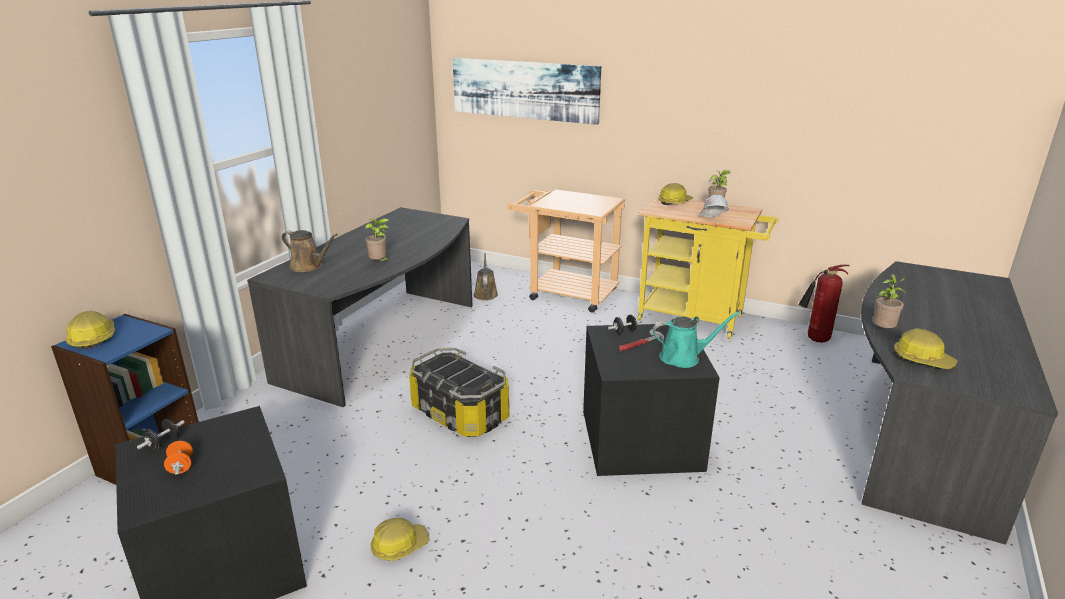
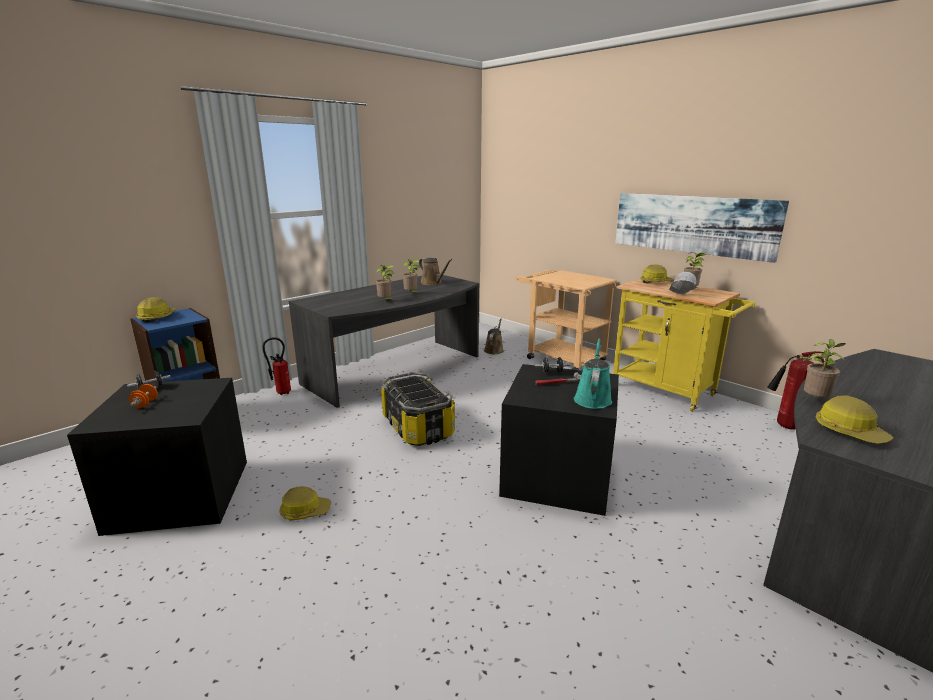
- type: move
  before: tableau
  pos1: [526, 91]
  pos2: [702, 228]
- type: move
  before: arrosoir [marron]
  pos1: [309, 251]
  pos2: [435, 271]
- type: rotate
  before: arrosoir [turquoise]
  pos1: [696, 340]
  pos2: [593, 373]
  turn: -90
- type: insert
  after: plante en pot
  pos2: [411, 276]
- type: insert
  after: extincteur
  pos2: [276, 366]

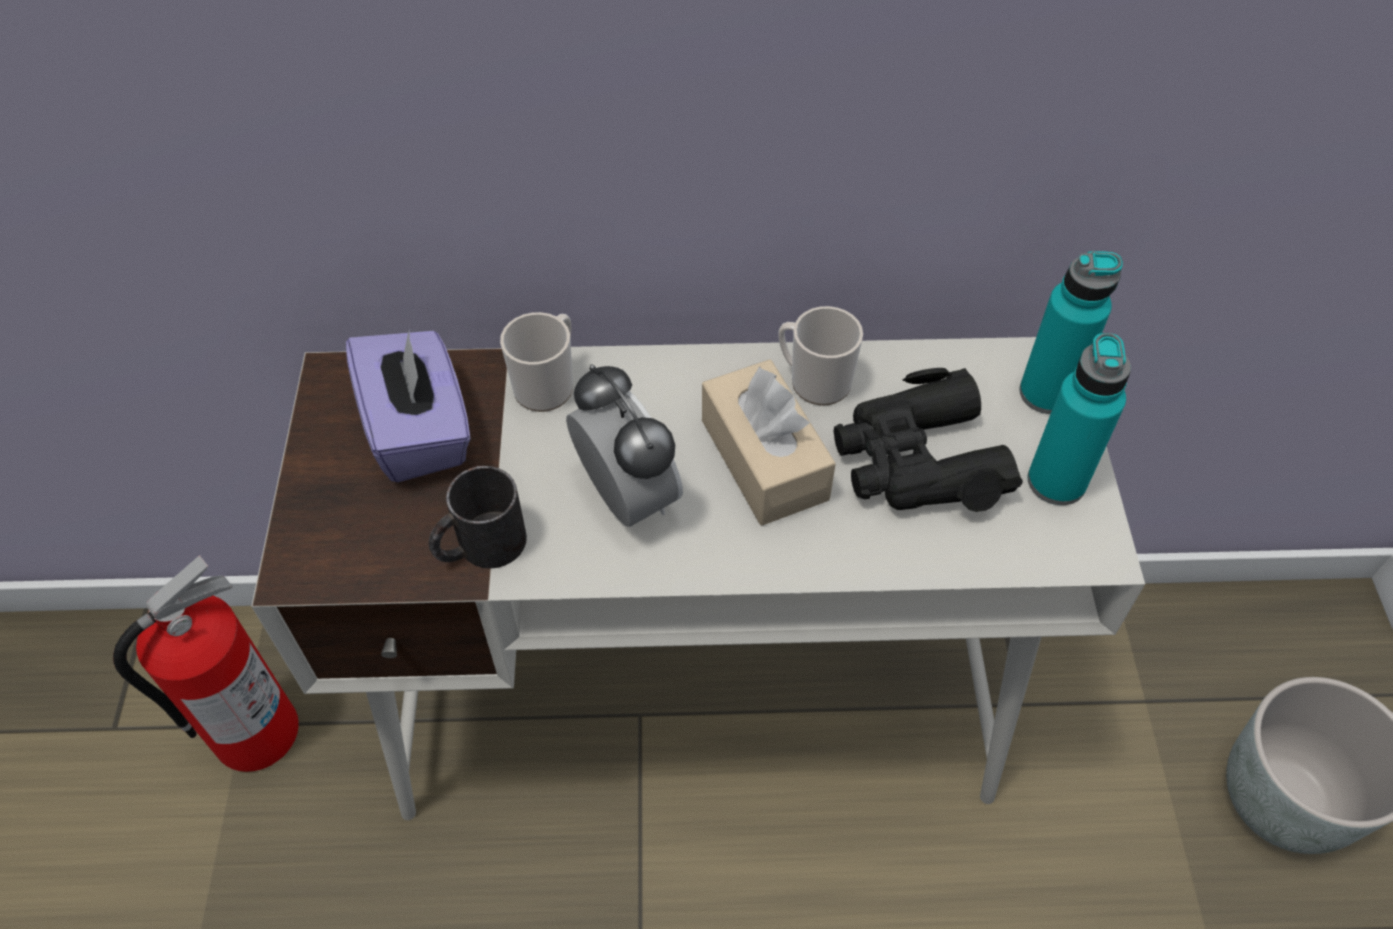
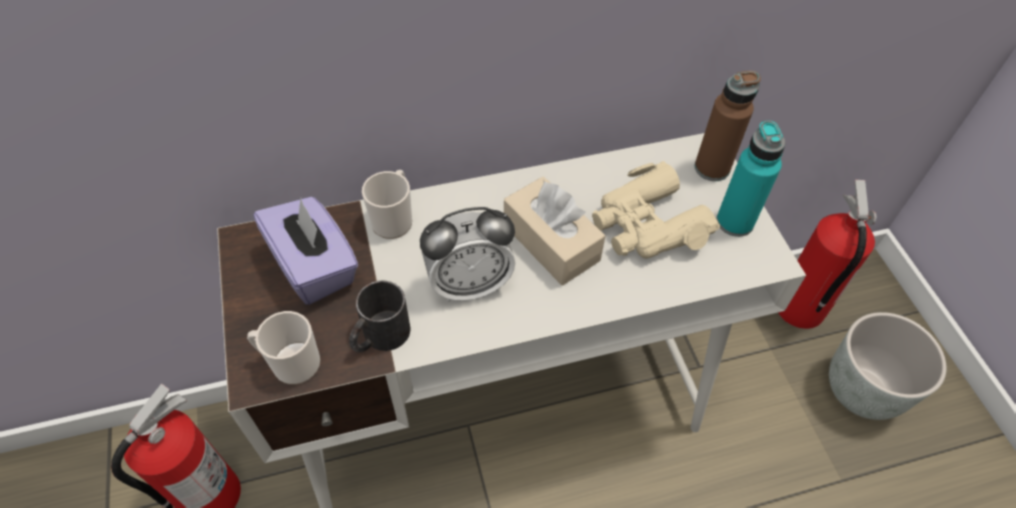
- type: recolor
  before: bouteille [turquoise]
  after: bouteille [marron]
  pos1: [1071, 332]
  pos2: [728, 126]
- type: move
  before: mug
  pos1: [821, 355]
  pos2: [284, 348]
- type: rotate
  before: réveil
  pos1: [624, 445]
  pos2: [467, 254]
  turn: 120
- type: recolor
  before: jumelles [noir]
  after: jumelles [beige]
  pos1: [928, 440]
  pos2: [656, 210]
- type: insert
  after: extincteur
  pos2: [827, 254]

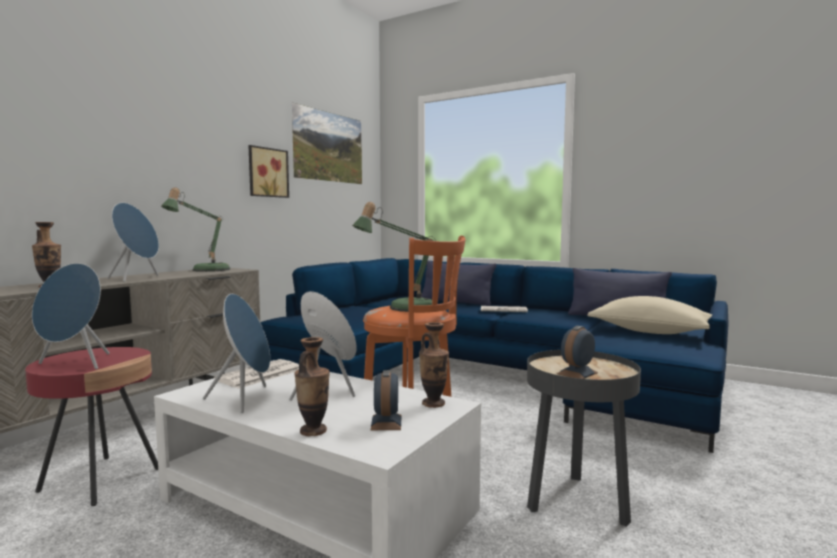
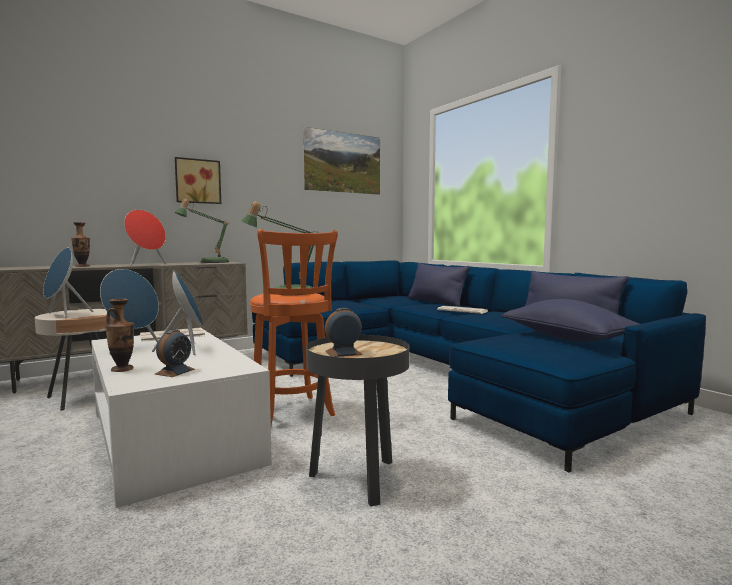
- type: move
  before: tableau
  pos1: [268, 171]
  pos2: [198, 180]
- type: recolor
  before: enceinte [bleu]
  after: enceinte [rouge]
  pos1: [133, 242]
  pos2: [145, 238]
- type: recolor
  before: coussin [beige]
  after: coussin [bleu]
  pos1: [649, 315]
  pos2: [570, 320]
- type: delete
  before: vase
  pos1: [434, 365]
- type: recolor
  before: table d'appoint [rouge]
  after: table d'appoint [beige]
  pos1: [91, 426]
  pos2: [74, 360]

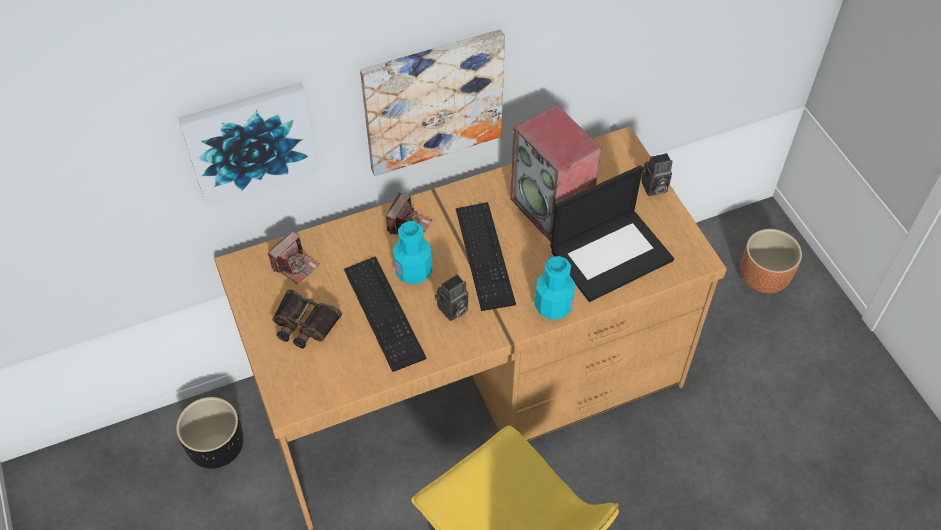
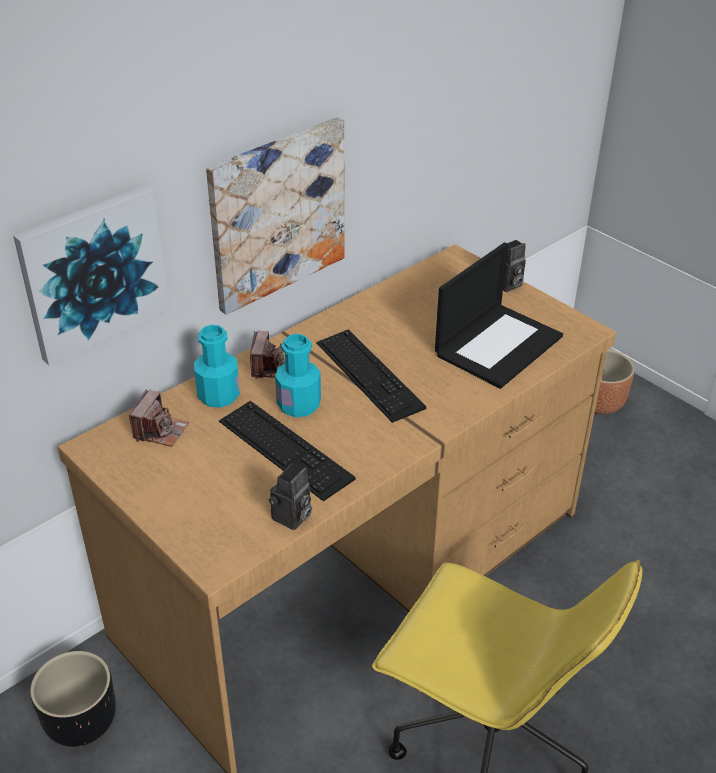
- type: delete
  before: enceinte
  pos1: [555, 173]
- type: move
  before: bouteille [turquoise]
  pos1: [554, 287]
  pos2: [217, 366]
- type: move
  before: appareil photo
  pos1: [451, 297]
  pos2: [290, 496]
- type: delete
  before: jumelles
  pos1: [307, 318]

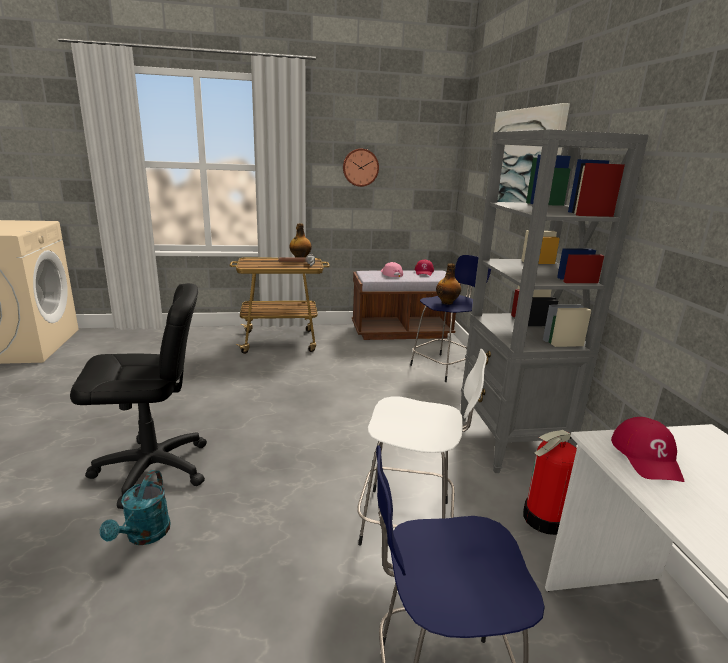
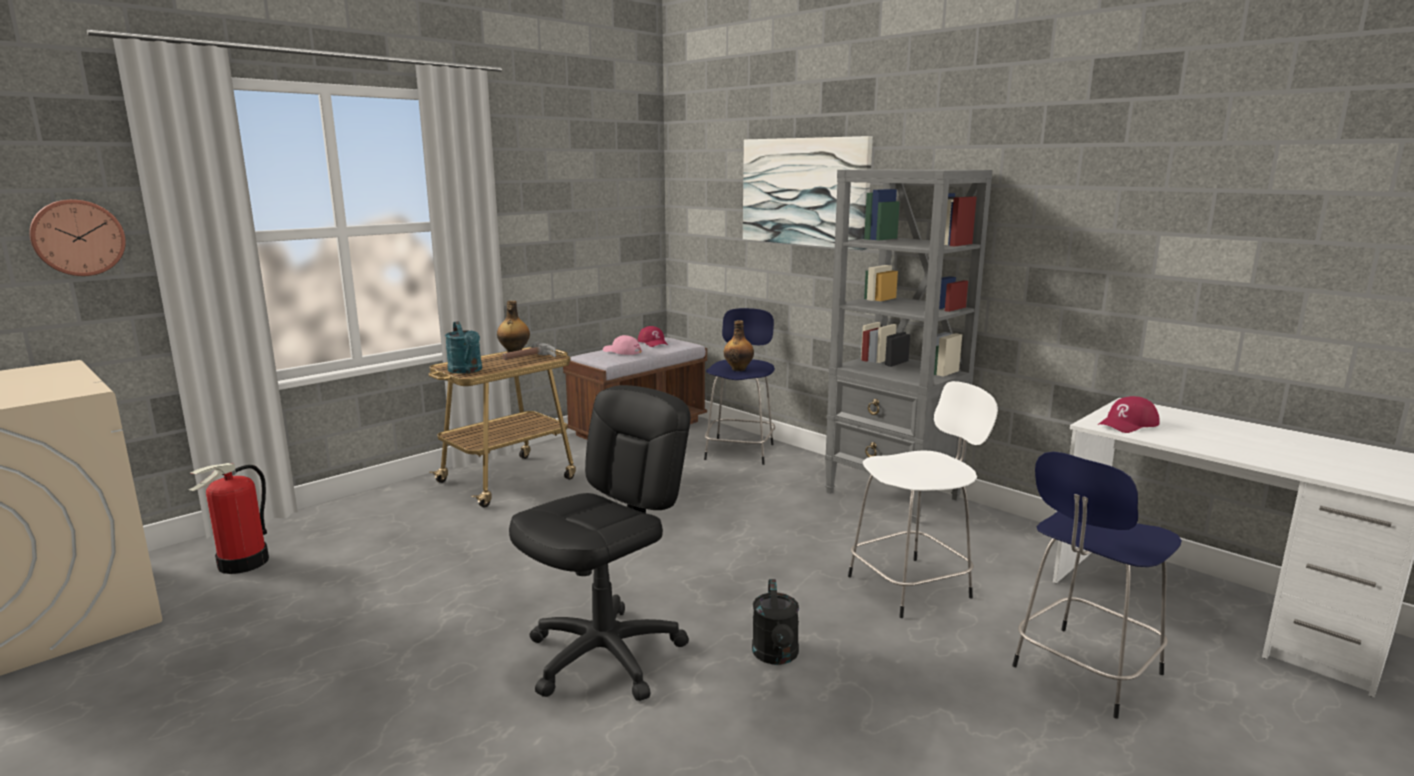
- type: move
  before: horloge murale
  pos1: [361, 167]
  pos2: [77, 237]
- type: rotate
  before: casquette [rouge]
  pos1: [647, 449]
  pos2: [1128, 414]
  turn: 90
- type: move
  before: extincteur
  pos1: [550, 482]
  pos2: [229, 518]
- type: move
  before: arrosoir [turquoise]
  pos1: [135, 507]
  pos2: [463, 347]
- type: insert
  after: arrosoir [noir]
  pos2: [775, 622]

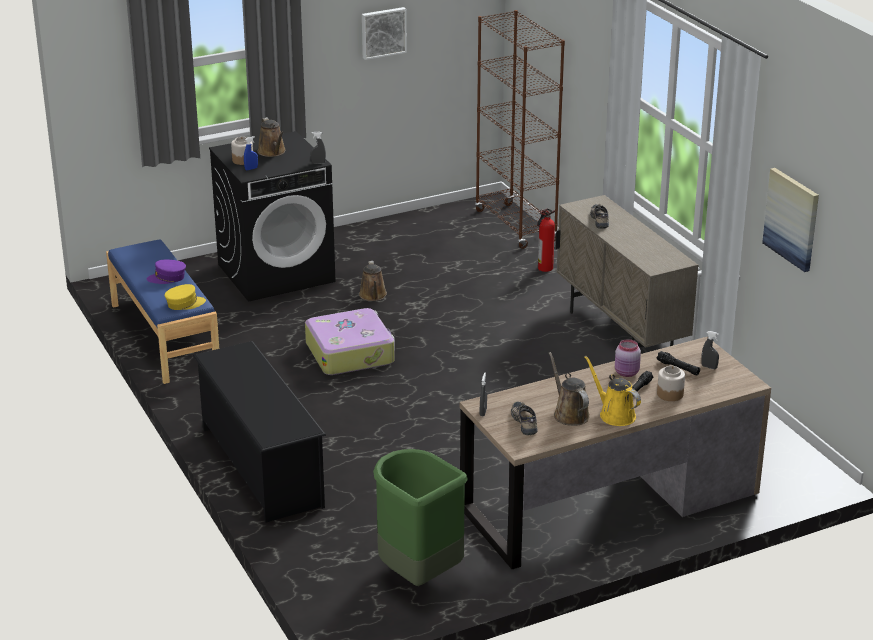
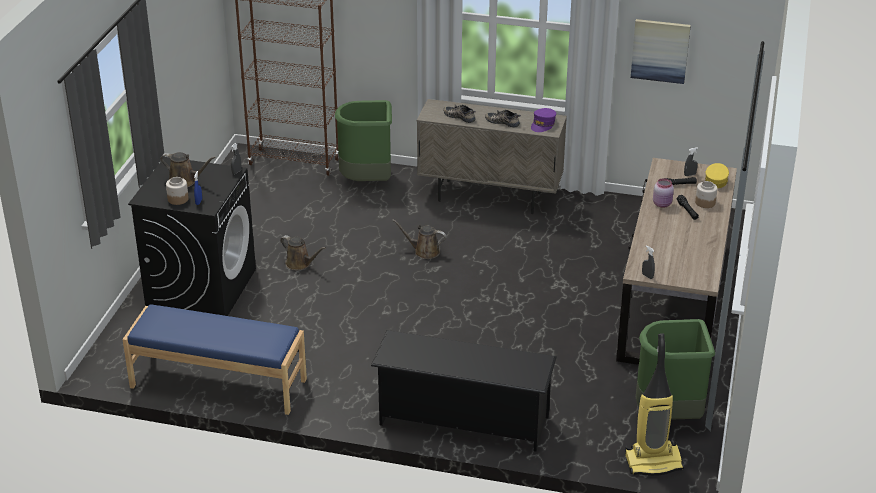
- type: delete
  before: tableau
  pos1: [384, 33]
- type: replace
  before: extincteur
  after: poubelle [vert]
  pos1: [546, 240]
  pos2: [363, 140]
- type: move
  before: casquette [violet]
  pos1: [166, 272]
  pos2: [543, 120]
- type: move
  before: casquette [jaune]
  pos1: [185, 297]
  pos2: [717, 175]
- type: delete
  before: valise
  pos1: [350, 341]
- type: move
  before: arrosoir [marron]
  pos1: [569, 389]
  pos2: [419, 239]
- type: delete
  before: arrosoir [jaune]
  pos1: [612, 391]
- type: move
  before: chaussure
  pos1: [524, 418]
  pos2: [503, 119]
- type: insert
  after: aspirateur
  pos2: [654, 404]

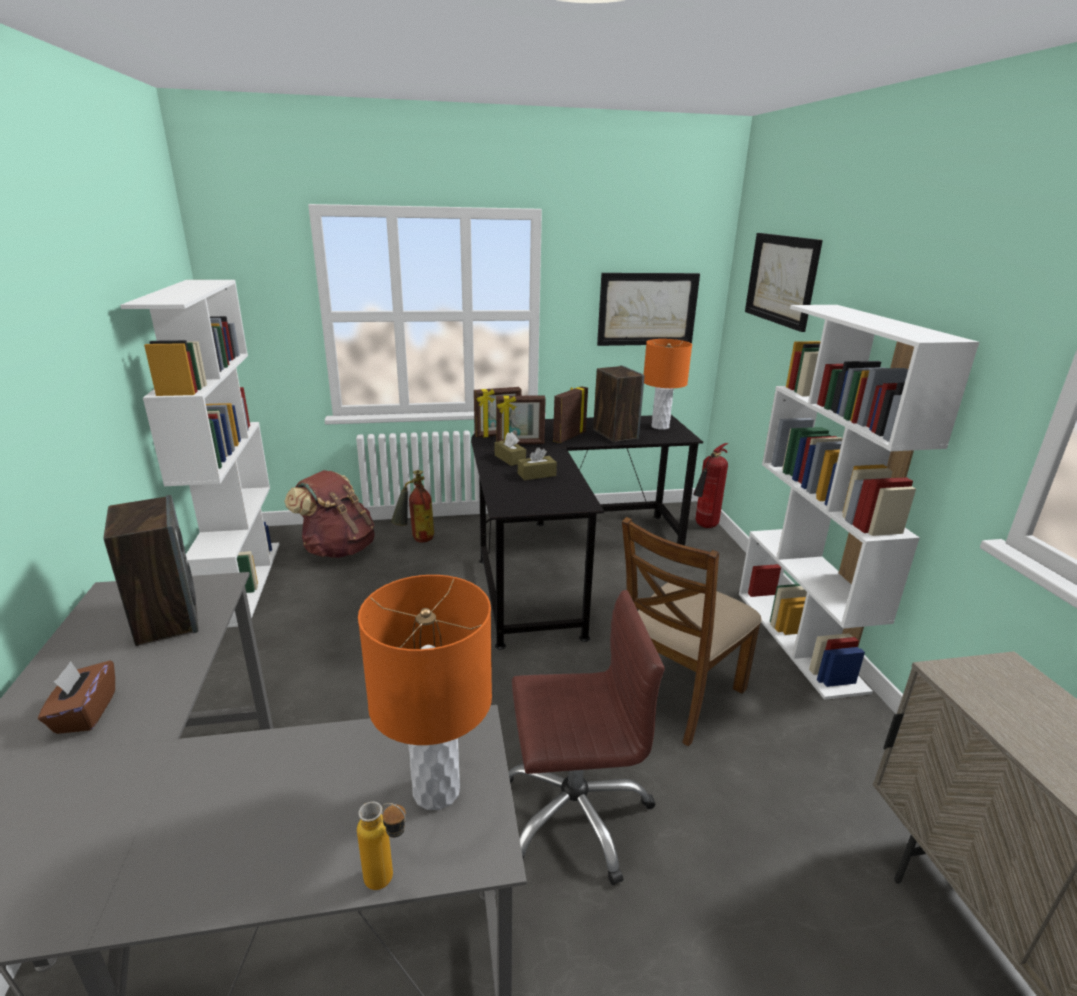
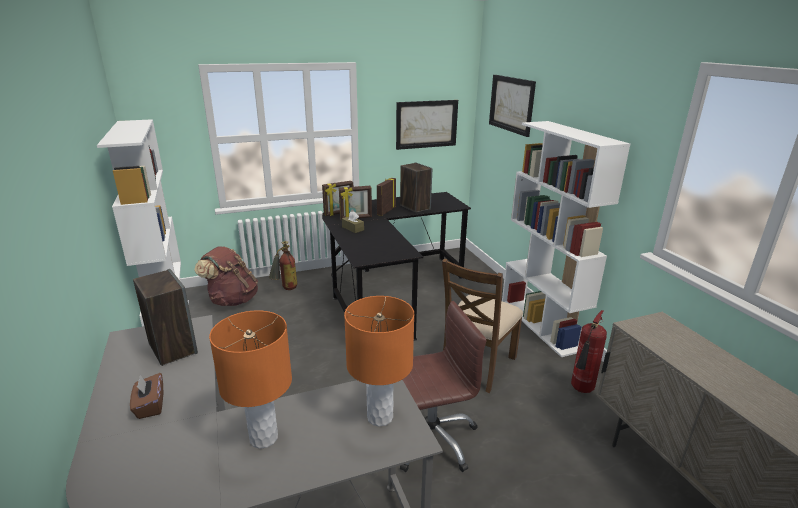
- type: move
  before: lampe de table [orange]
  pos1: [668, 384]
  pos2: [250, 379]
- type: move
  before: extincteur
  pos1: [710, 485]
  pos2: [589, 351]
- type: delete
  before: boîte à mouchoirs [marron]
  pos1: [537, 463]
- type: delete
  before: bouteille
  pos1: [381, 845]

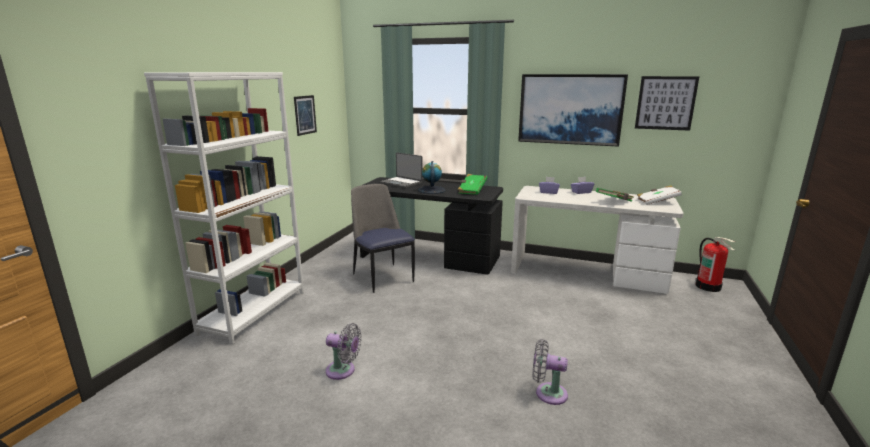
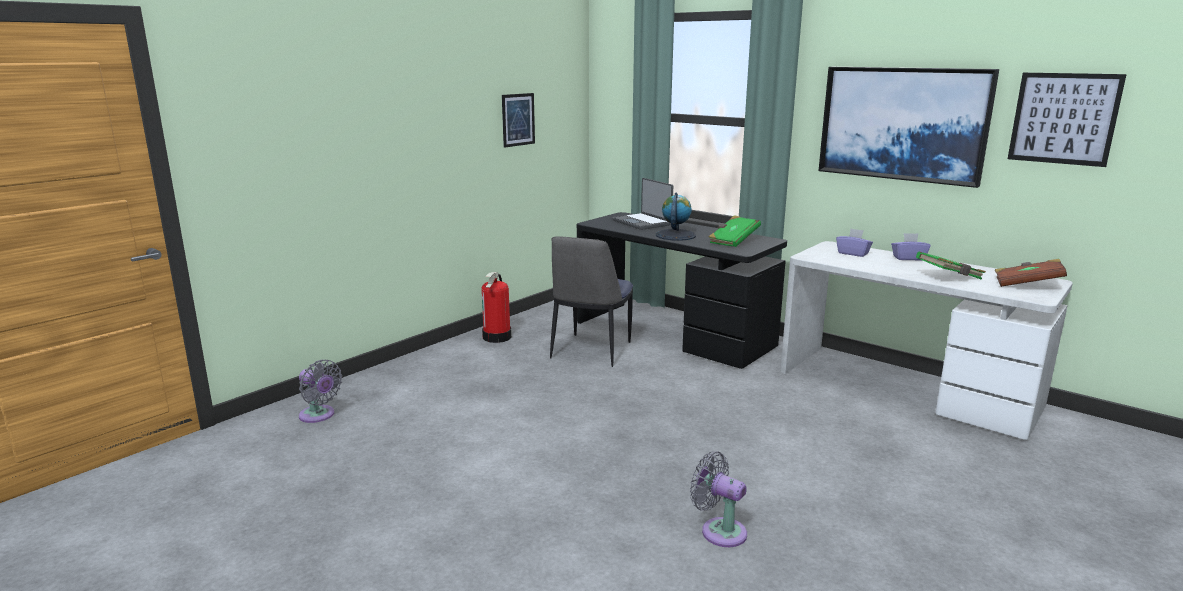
- type: delete
  before: bibliothèque [blanc]
  pos1: [224, 208]
- type: rotate
  before: chaise
  pos1: [383, 238]
  pos2: [591, 301]
  turn: -150
- type: recolor
  before: livre [blanc]
  after: livre [marron]
  pos1: [659, 195]
  pos2: [1031, 273]
- type: move
  before: extincteur
  pos1: [715, 264]
  pos2: [496, 307]
- type: move
  before: ventilateur [gris]
  pos1: [343, 351]
  pos2: [320, 391]

